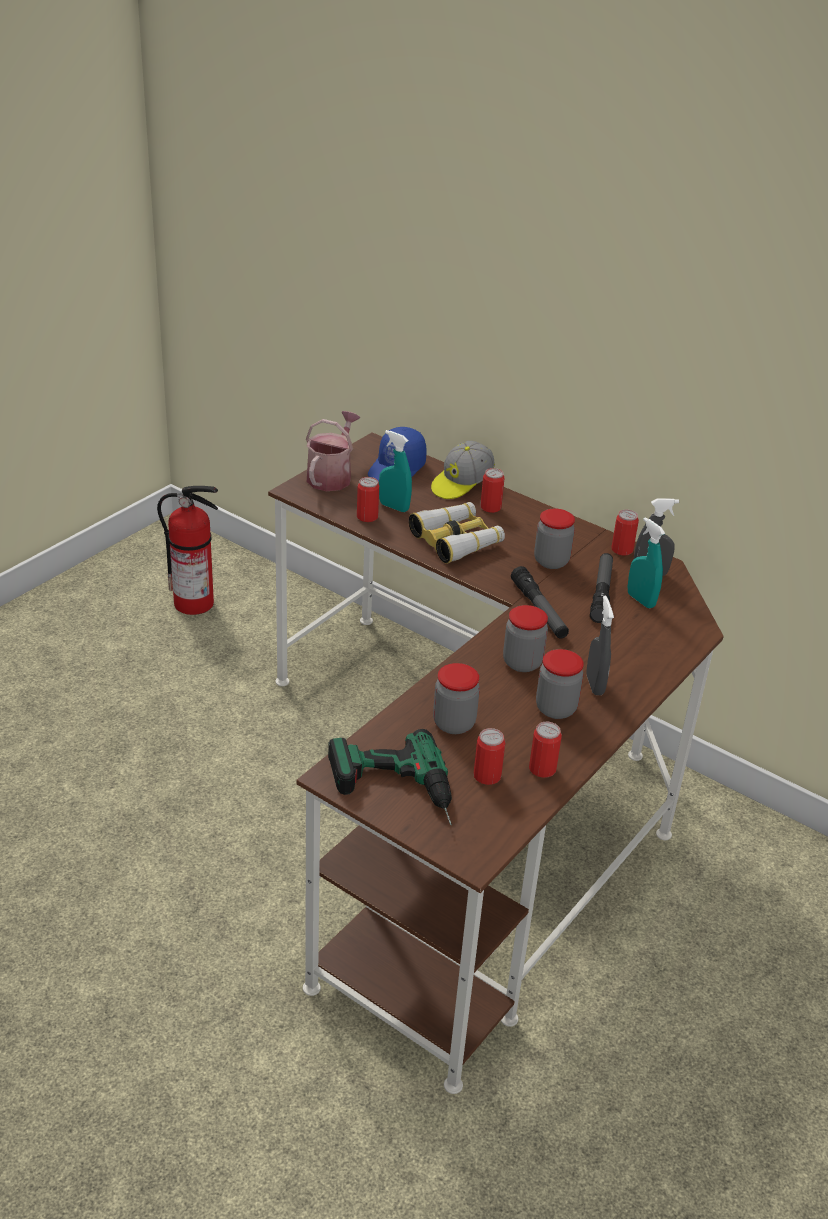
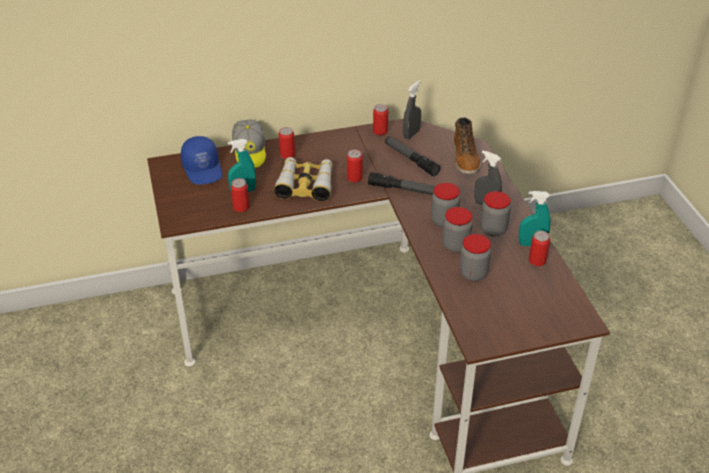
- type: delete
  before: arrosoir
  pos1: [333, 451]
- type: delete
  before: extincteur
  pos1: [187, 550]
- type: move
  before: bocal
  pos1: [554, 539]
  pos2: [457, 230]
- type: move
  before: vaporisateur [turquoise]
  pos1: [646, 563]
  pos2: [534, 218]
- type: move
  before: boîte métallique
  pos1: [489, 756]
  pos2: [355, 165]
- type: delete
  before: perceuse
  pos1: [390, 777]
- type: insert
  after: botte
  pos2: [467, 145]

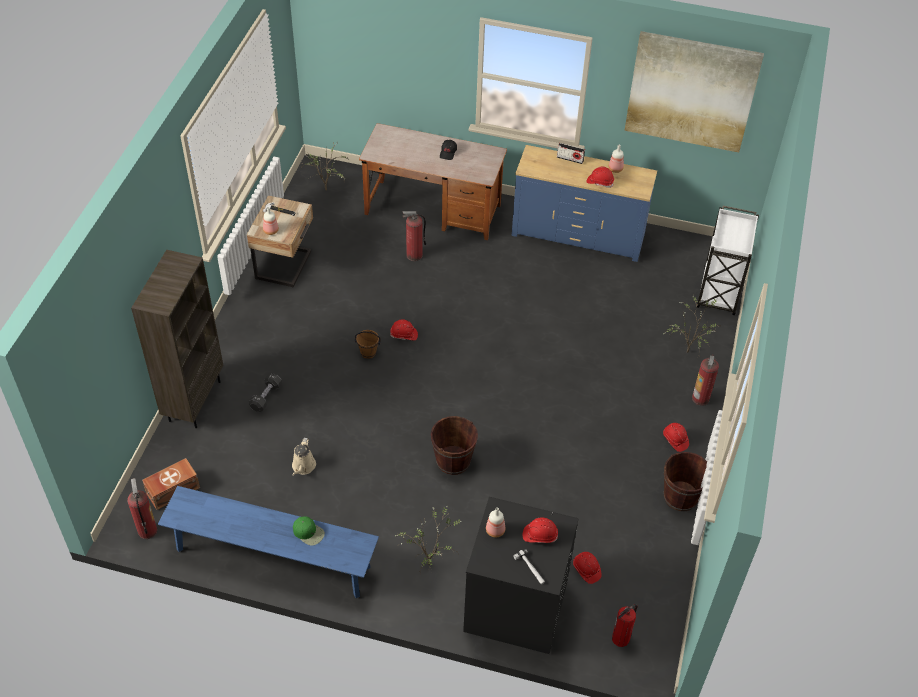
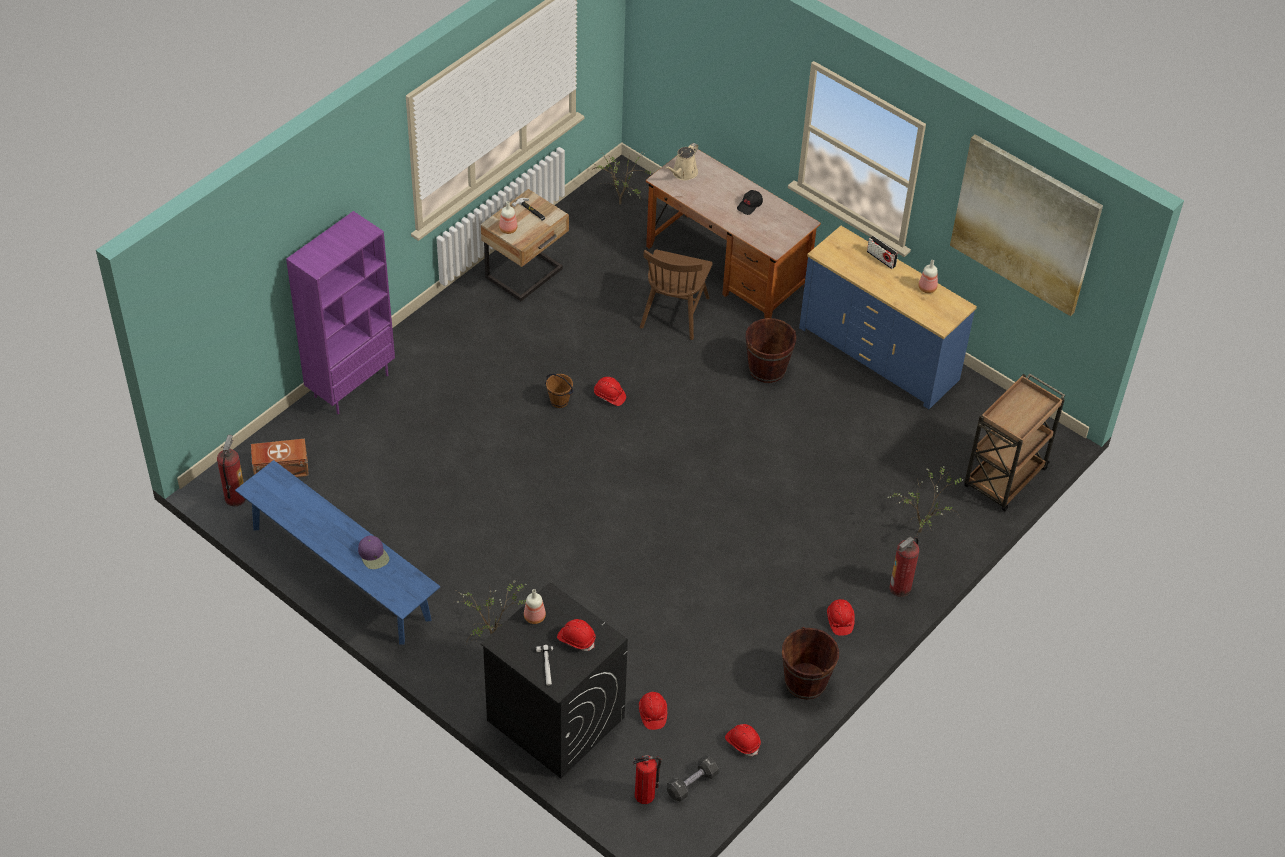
- type: move
  before: casque de chantier [rouge]
  pos1: [600, 177]
  pos2: [743, 740]
- type: recolor
  before: chariot [blanc]
  after: chariot [marron]
  pos1: [728, 260]
  pos2: [1014, 442]
- type: replace
  before: extincteur
  after: chaise [marron]
  pos1: [414, 236]
  pos2: [676, 294]
- type: recolor
  before: bibliothèque [marron]
  after: bibliothèque [violet]
  pos1: [177, 339]
  pos2: [340, 312]
- type: move
  before: haltère [noir]
  pos1: [265, 392]
  pos2: [693, 779]
- type: move
  before: seau [marron]
  pos1: [454, 445]
  pos2: [771, 350]
- type: move
  before: arrosoir [beige]
  pos1: [304, 456]
  pos2: [681, 162]
- type: recolor
  before: casquette [vert]
  after: casquette [violet]
  pos1: [309, 531]
  pos2: [373, 552]

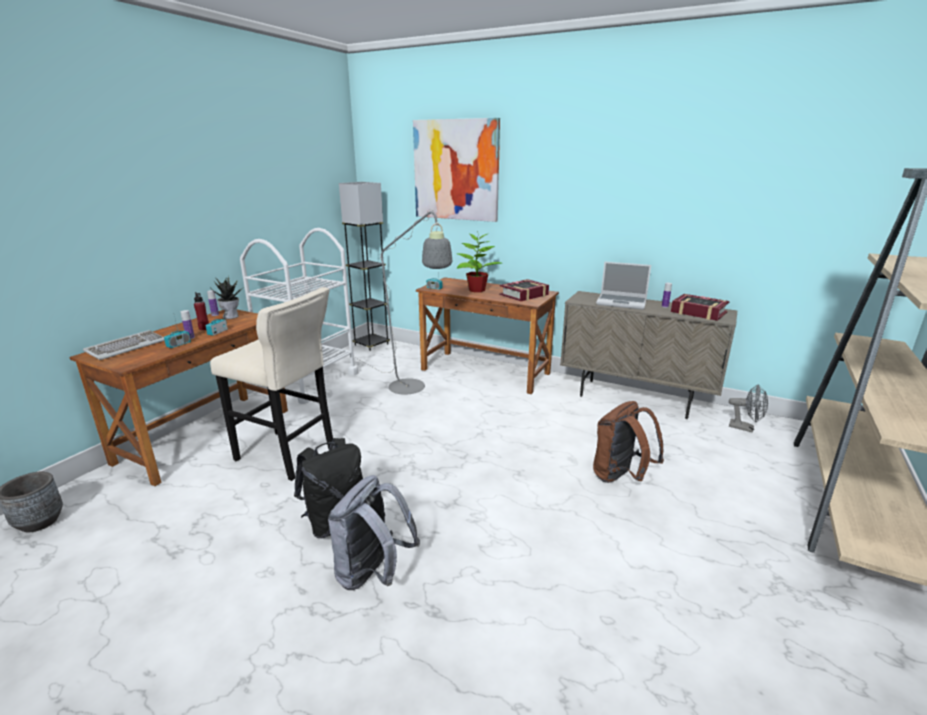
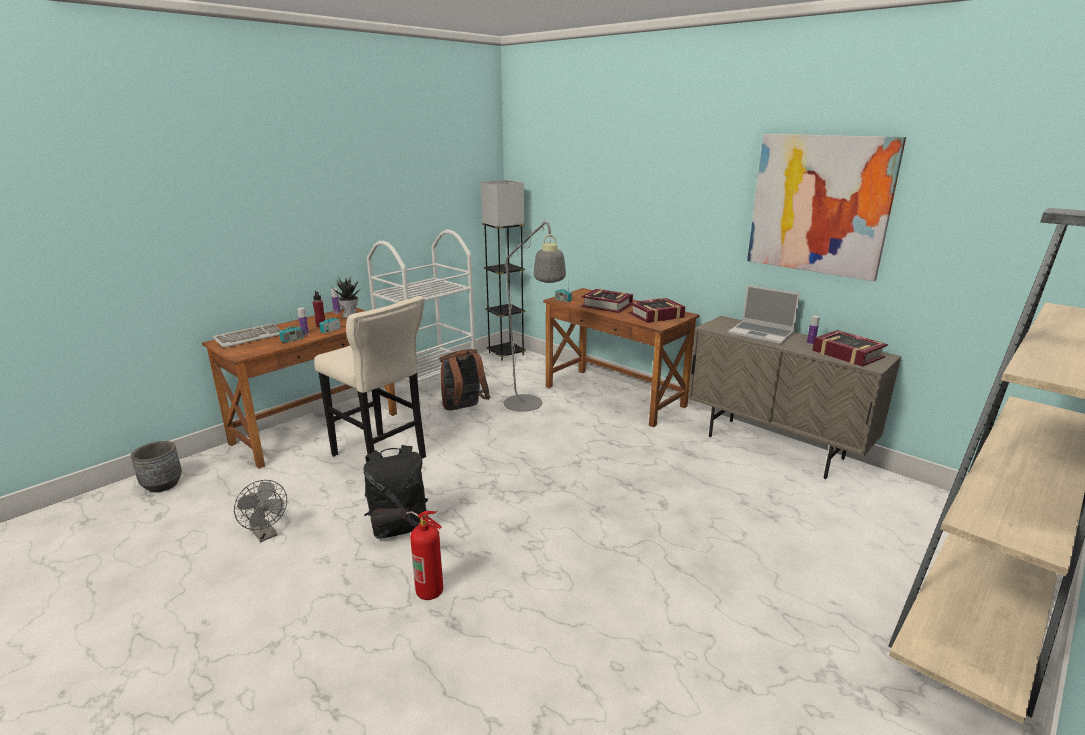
- type: move
  before: tableau
  pos1: [456, 170]
  pos2: [826, 207]
- type: replace
  before: plante en pot
  after: livre
  pos1: [479, 261]
  pos2: [607, 301]
- type: move
  before: ventilateur [gris]
  pos1: [748, 408]
  pos2: [260, 511]
- type: move
  before: sac à dos [marron]
  pos1: [628, 442]
  pos2: [465, 379]
- type: replace
  before: sac à dos [gris]
  after: extincteur
  pos1: [374, 532]
  pos2: [407, 554]

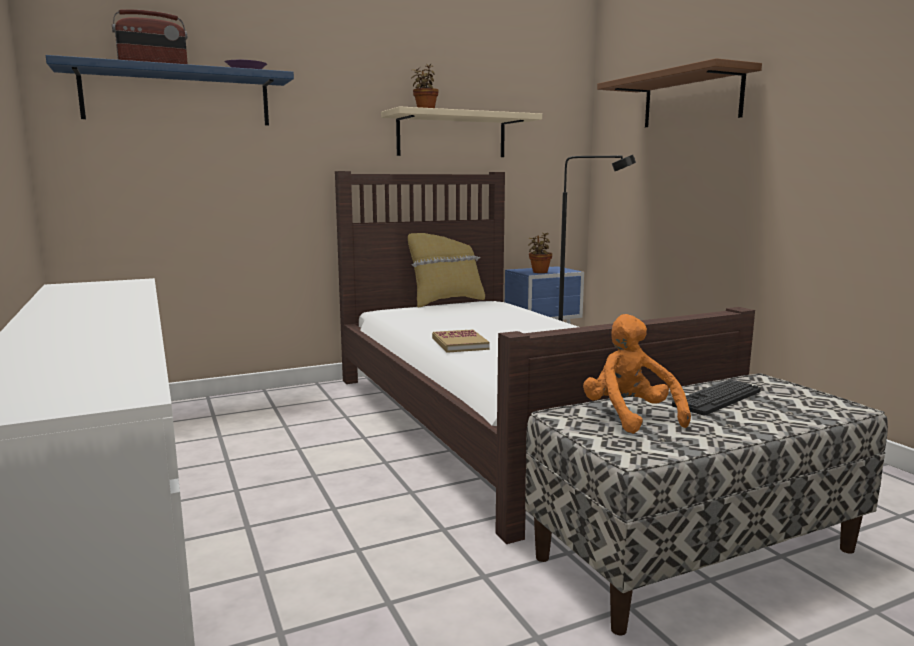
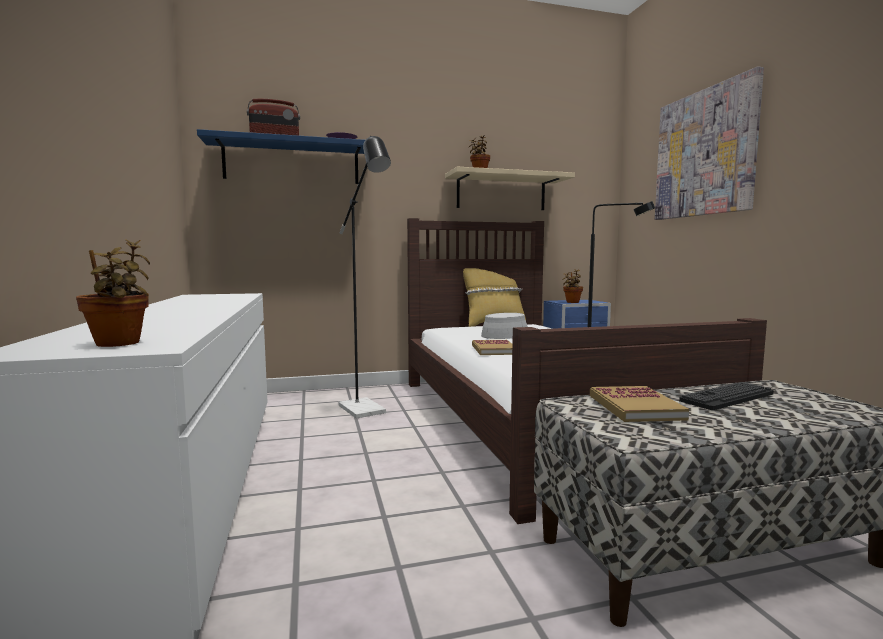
- type: replace
  before: étagère [marron]
  after: tableau
  pos1: [679, 92]
  pos2: [709, 143]
- type: replace
  before: peluche [orange]
  after: livre
  pos1: [637, 374]
  pos2: [639, 404]
- type: insert
  after: lampadaire [noir]
  pos2: [364, 277]
- type: insert
  after: plante en pot
  pos2: [113, 293]
- type: insert
  after: chapeau [gris]
  pos2: [504, 326]

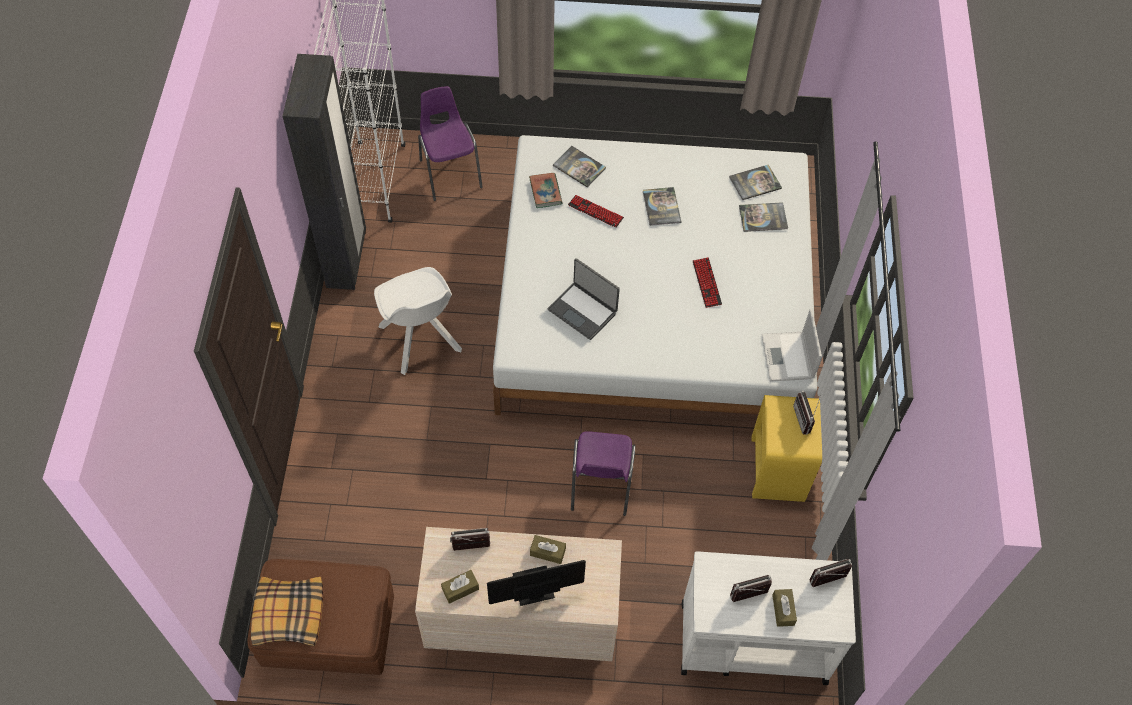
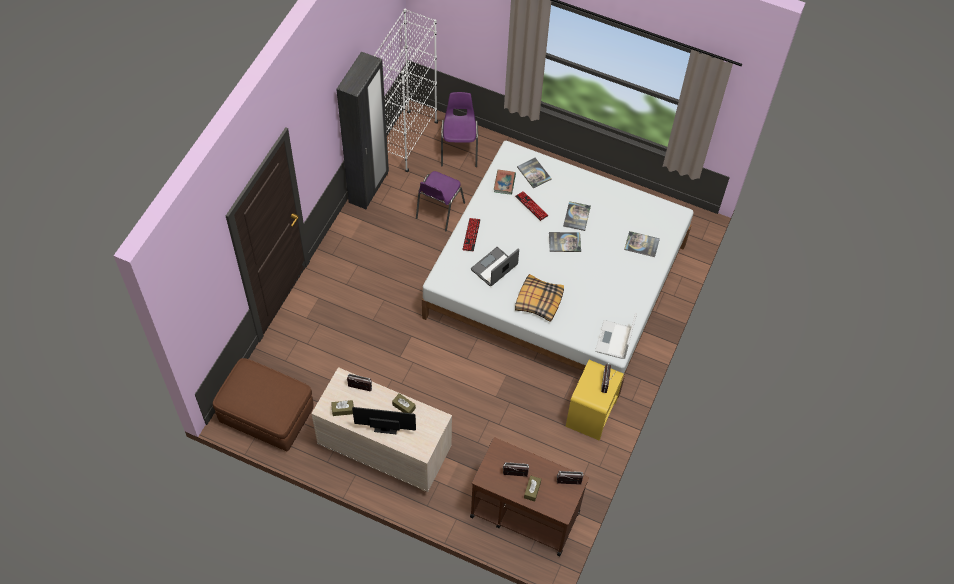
- type: move
  before: livre
  pos1: [755, 182]
  pos2: [565, 242]
- type: move
  before: clavier
  pos1: [707, 282]
  pos2: [471, 234]
- type: rotate
  before: ordinateur portable
  pos1: [584, 299]
  pos2: [495, 266]
  turn: 75
- type: delete
  before: chaise [blanc]
  pos1: [418, 321]
- type: move
  before: chaise [violet]
  pos1: [603, 473]
  pos2: [440, 201]
- type: recolor
  before: chariot [blanc]
  after: chariot [marron]
  pos1: [768, 618]
  pos2: [529, 496]
- type: move
  before: coussin
  pos1: [287, 611]
  pos2: [539, 298]

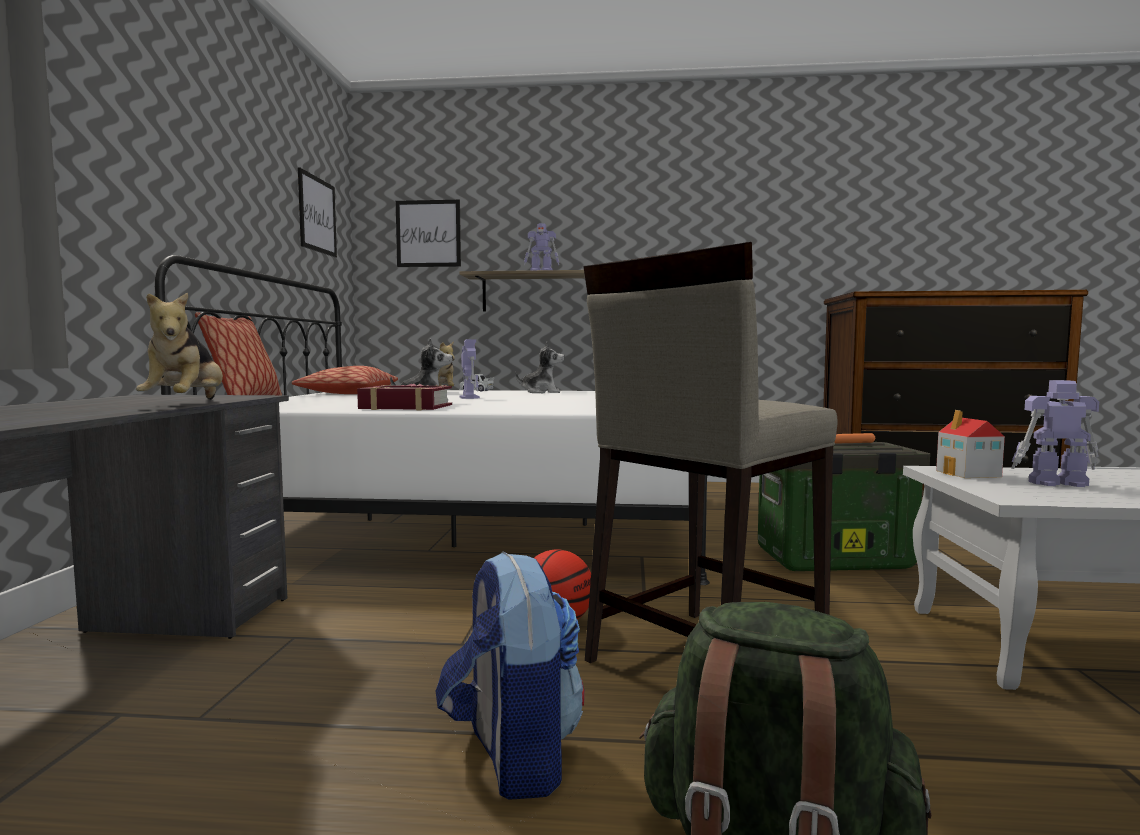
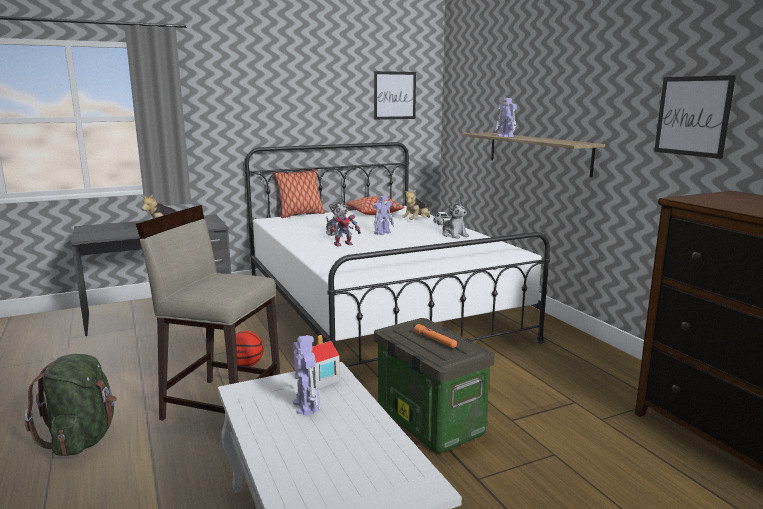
- type: move
  before: tableau
  pos1: [428, 233]
  pos2: [695, 117]
- type: delete
  before: livre
  pos1: [404, 397]
- type: delete
  before: sac à dos
  pos1: [510, 675]
- type: insert
  after: robot jouet
  pos2: [345, 225]

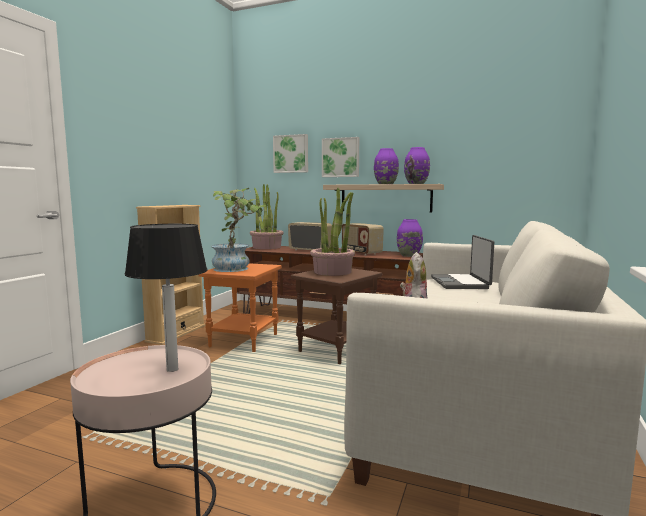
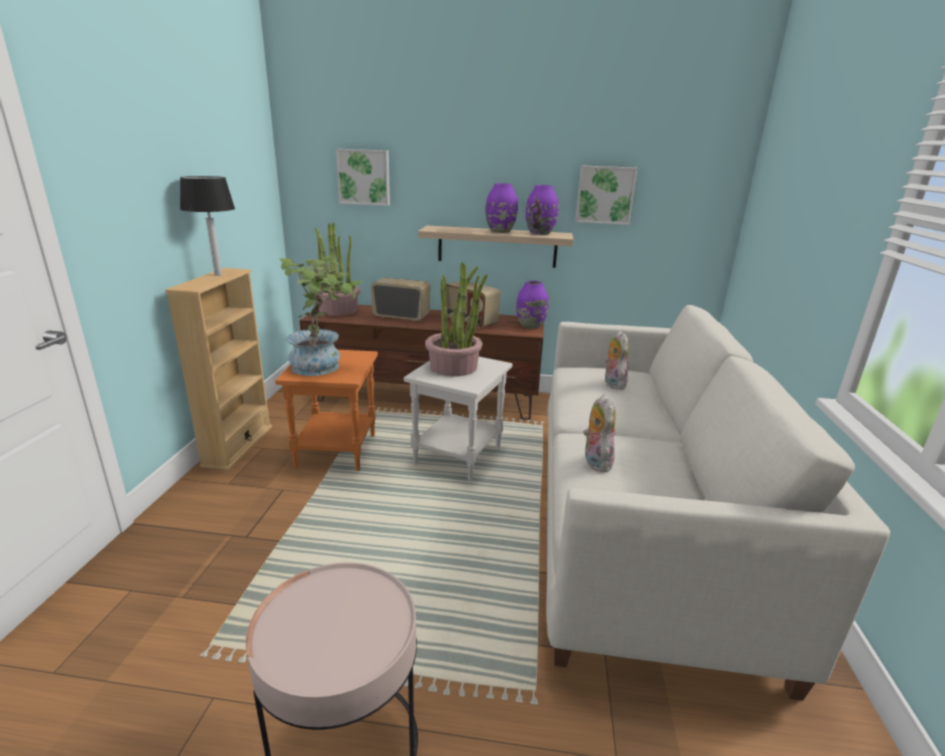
- type: move
  before: tableau
  pos1: [340, 157]
  pos2: [606, 195]
- type: move
  before: lampe de table
  pos1: [166, 298]
  pos2: [207, 226]
- type: replace
  before: ordinateur portable
  after: peluche
  pos1: [462, 262]
  pos2: [616, 360]
- type: recolor
  before: table d'appoint [marron]
  after: table d'appoint [blanc]
  pos1: [336, 316]
  pos2: [458, 419]

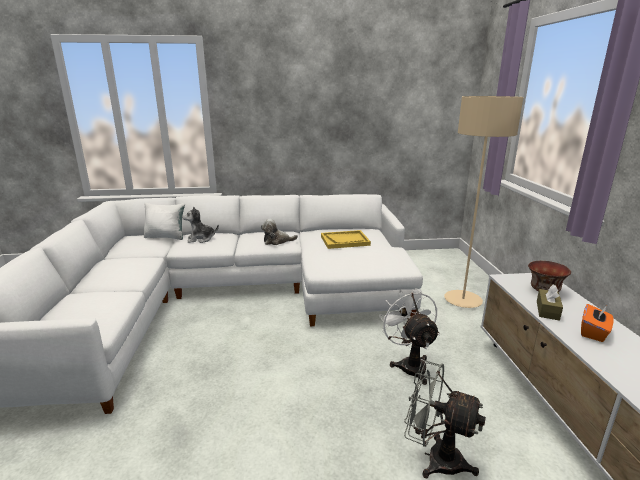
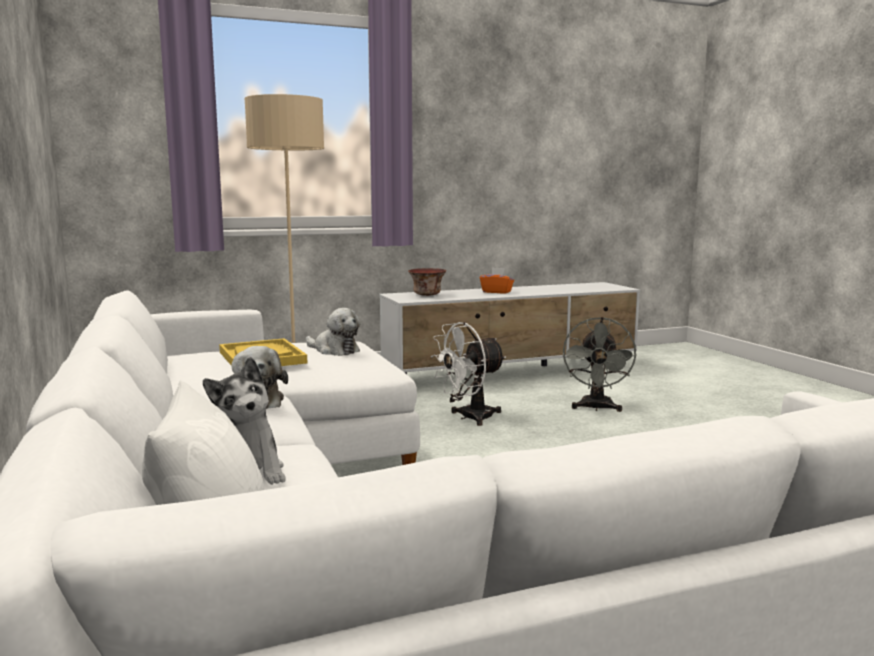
- type: delete
  before: boîte à mouchoirs [marron]
  pos1: [550, 303]
- type: insert
  after: peluche
  pos2: [333, 332]

